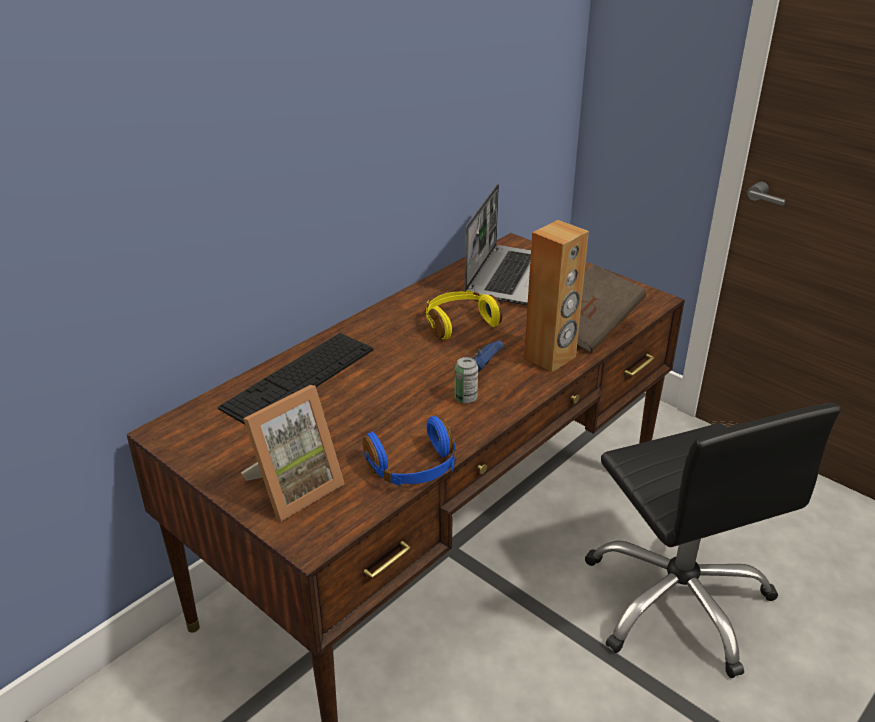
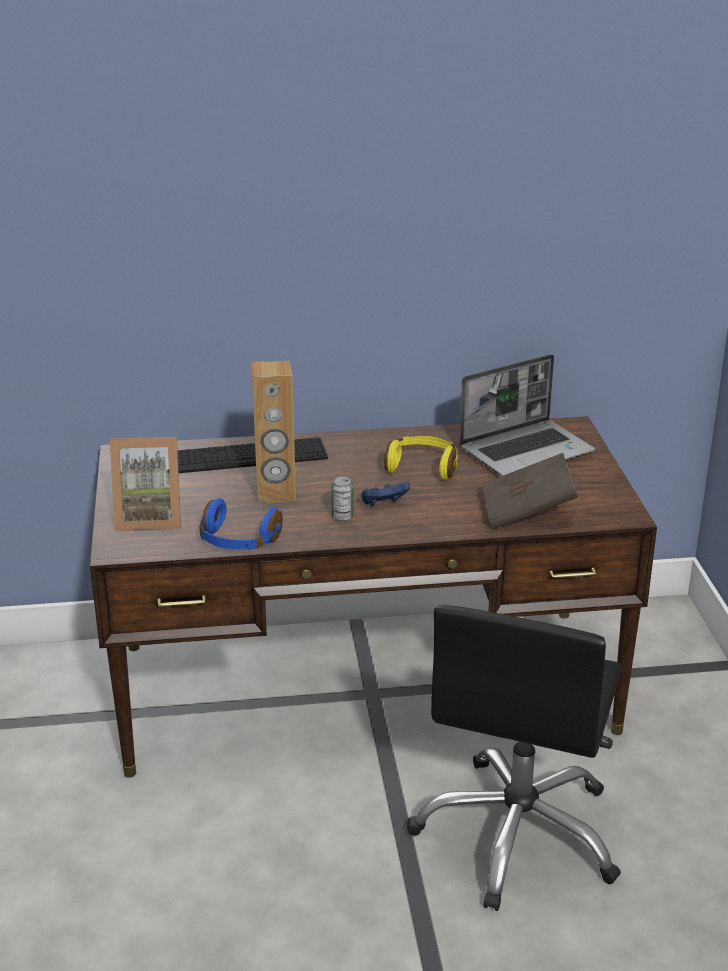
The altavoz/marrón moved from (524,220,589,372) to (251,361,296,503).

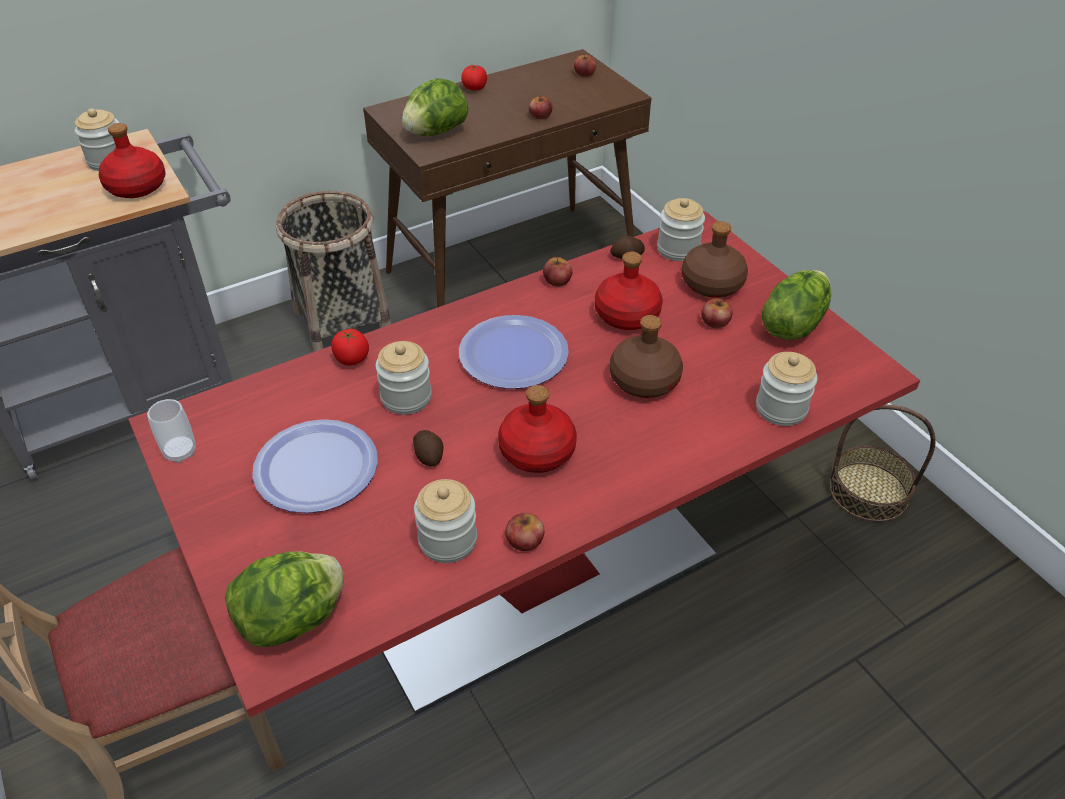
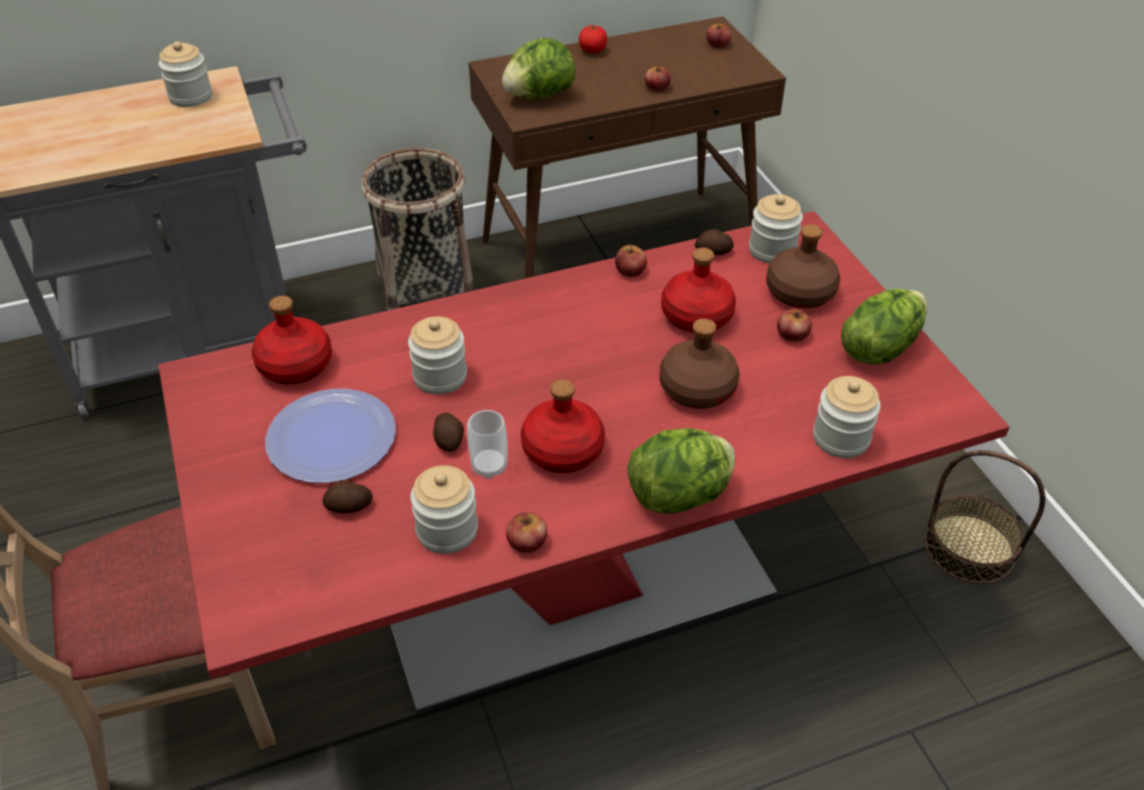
The botella/rojo moved from (99,123,166,198) to (252,296,332,384). The taza moved from (147,399,196,463) to (467,410,508,479). The lechuga moved from (225,551,344,647) to (627,428,735,514). The tomate at (331,329,369,366) disappeared. The plato at (459,315,569,389) disappeared. The patata at (322,481,373,514) appeared.

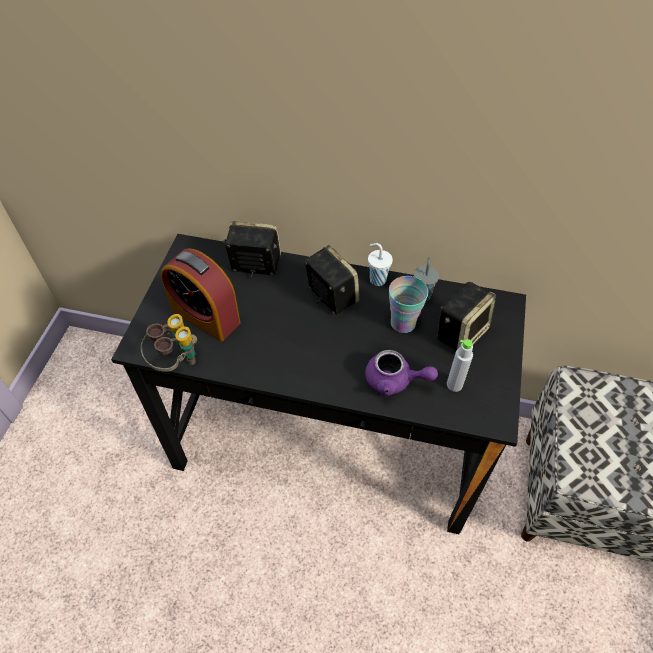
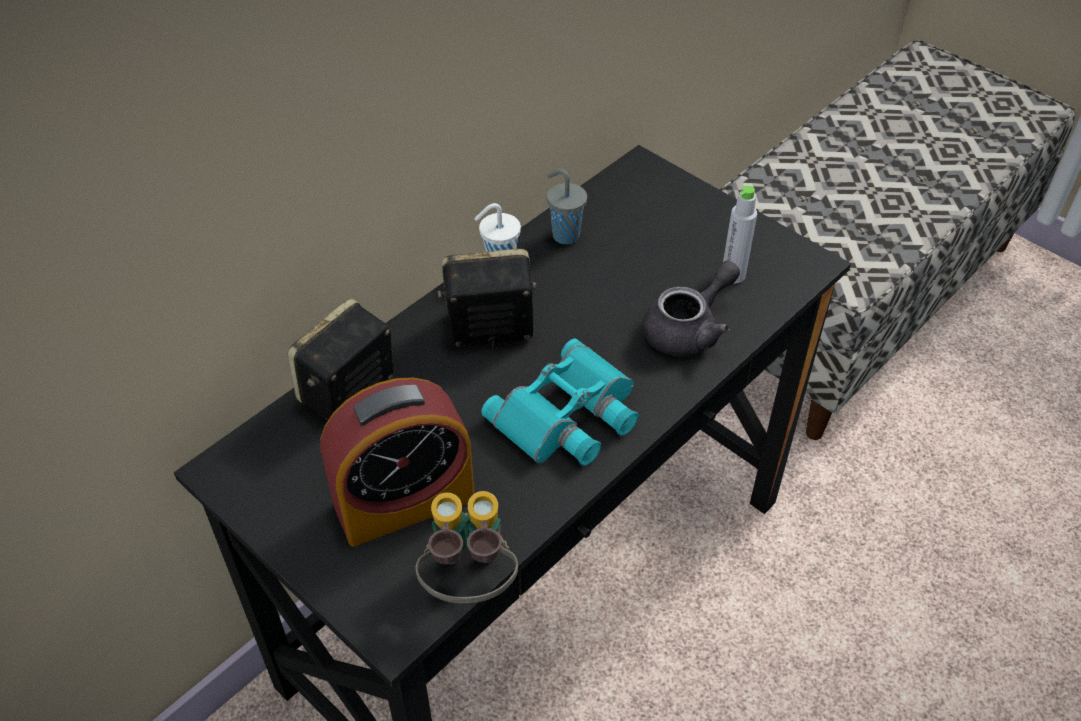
The tetera/morado at (365,350,438,396) became the tetera/gris at (643,261,740,356). The taza at (389,276,428,333) disappeared. The altavoz at (437,282,496,351) disappeared. The prismáticos/turquesa at (481,338,639,466) appeared.

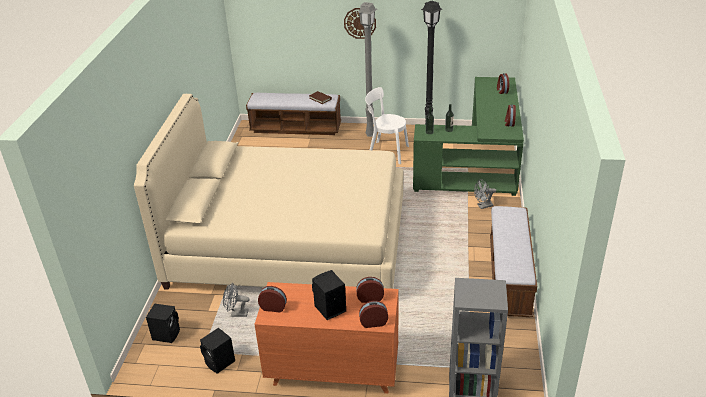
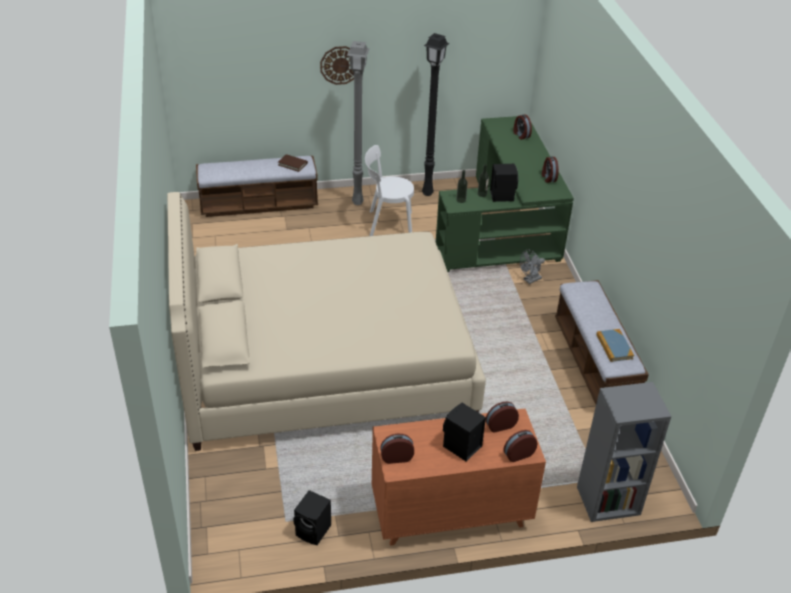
The altavoz/negro moved from (146,303,180,343) to (490,164,518,202). The ventilador/gris at (223,284,249,317) disappeared. The libro at (596,329,634,362) appeared.

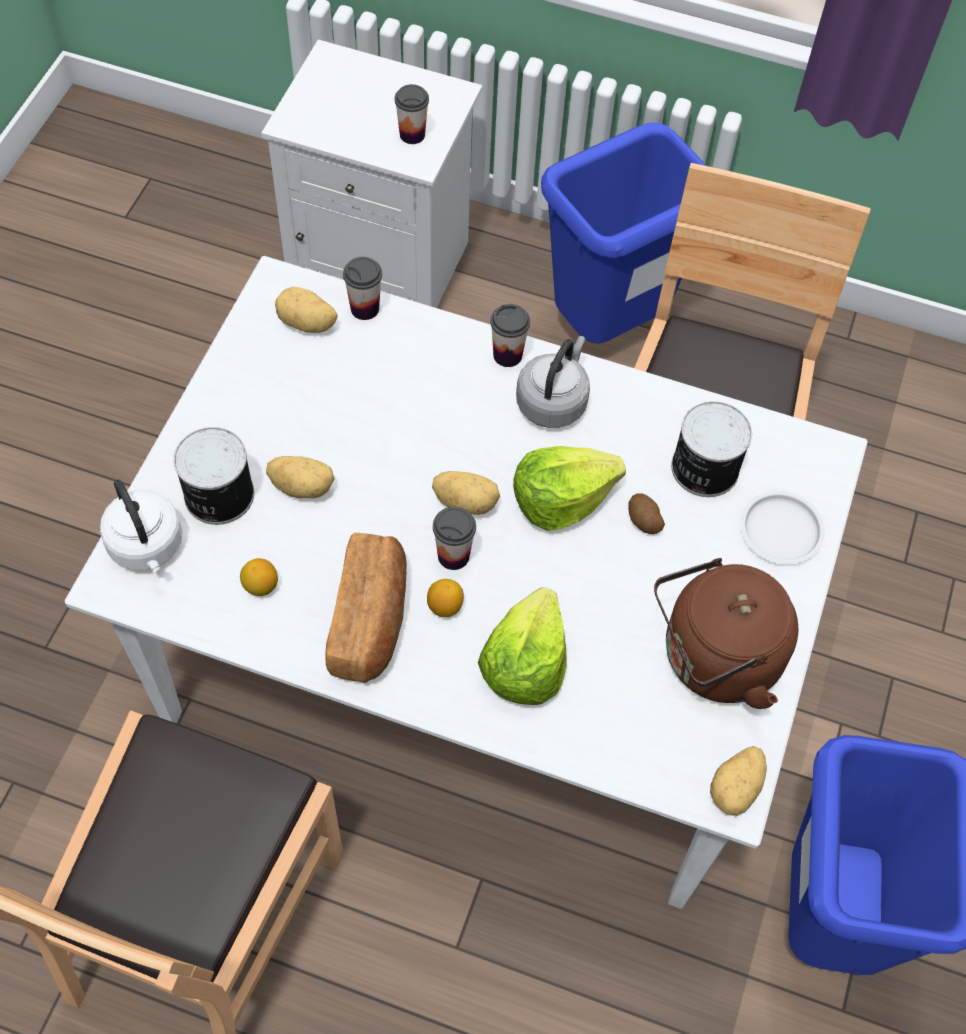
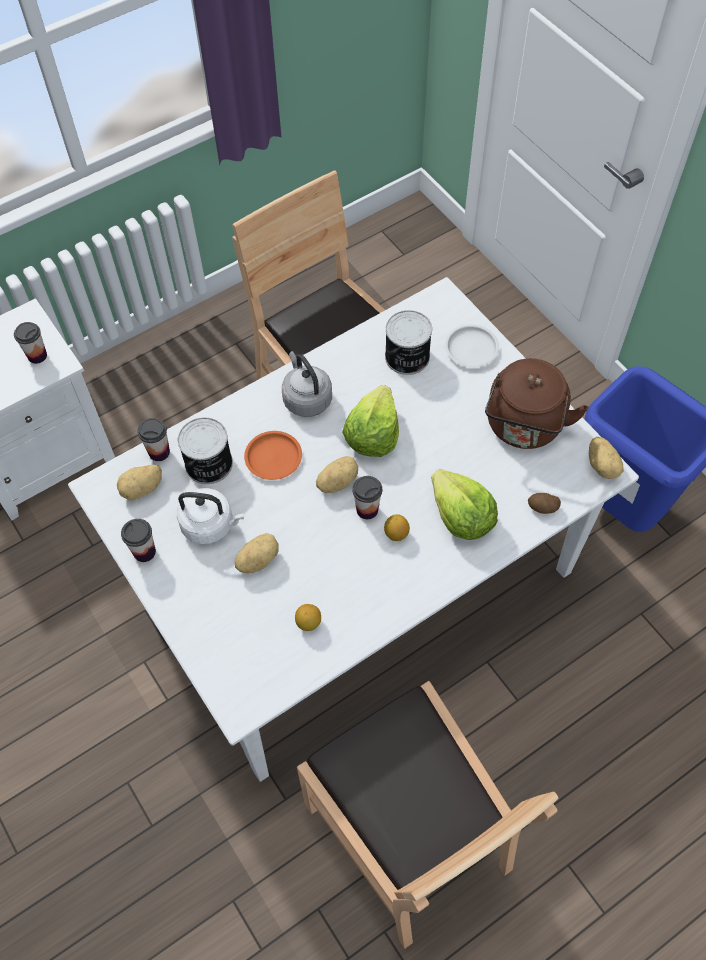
The hervidor/blanco moved from (100,479,182,572) to (177,488,244,544). The lata moved from (173,427,254,525) to (178,417,233,484). The pan at (326,533,407,683) disappeared. The taza moved from (490,304,530,367) to (121,519,156,562). The papelera/azul at (541,122,706,344) disappeared. The patata moved from (628,493,665,534) to (528,493,561,514). The plato/naranja at (244,431,302,480) appeared.

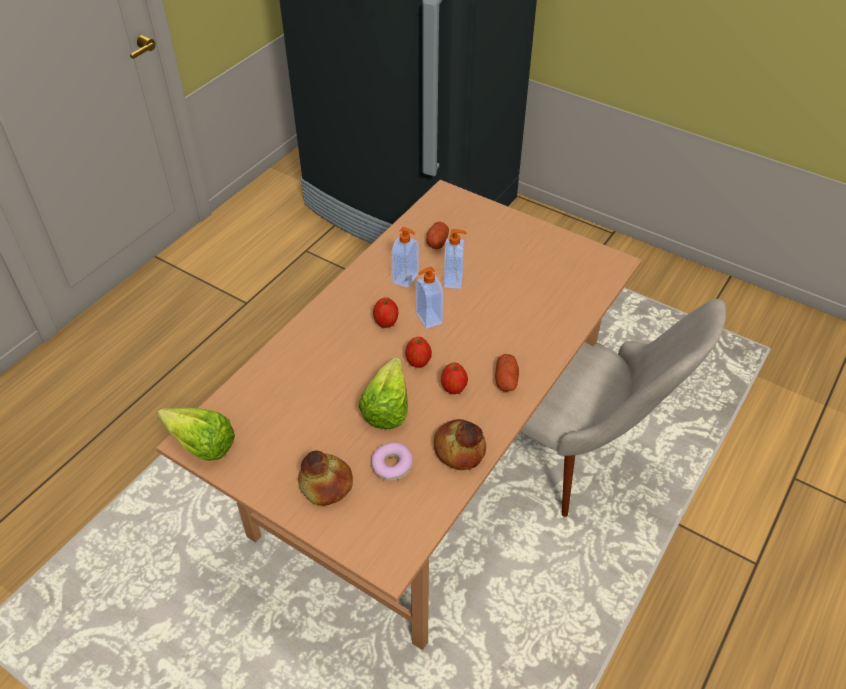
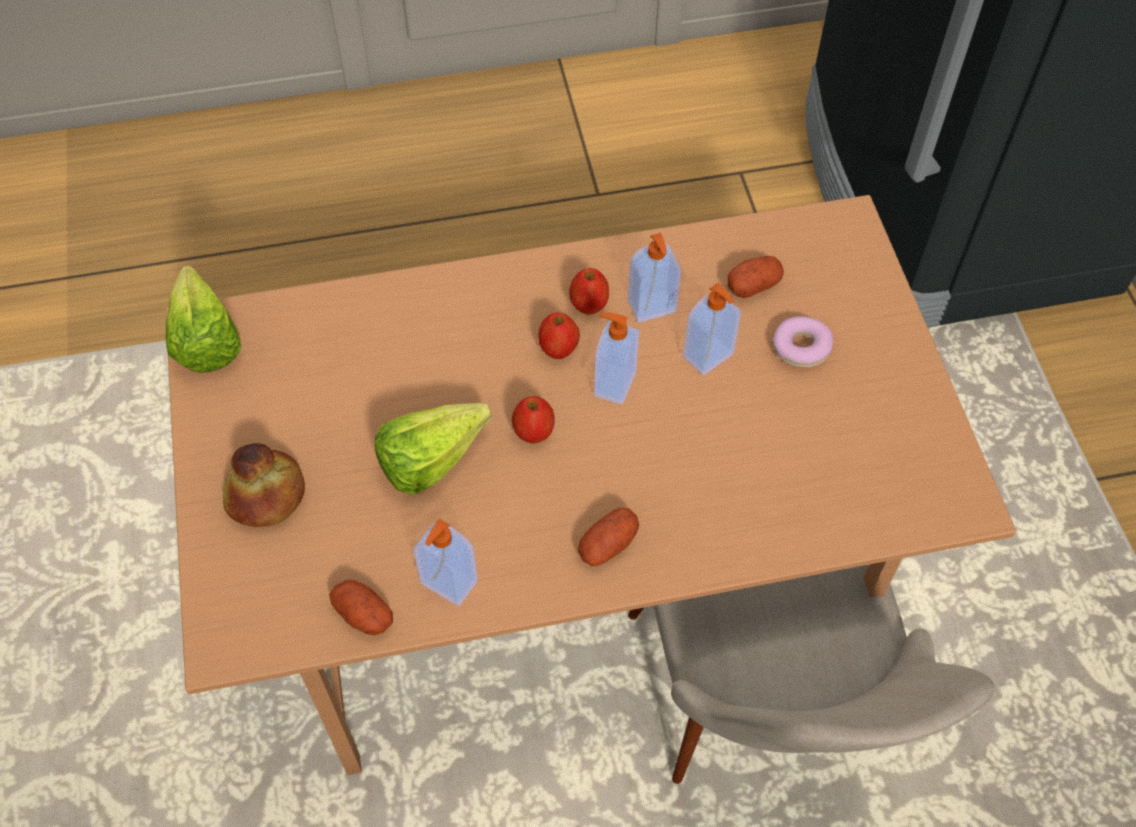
The rosquilla moved from (371,442,413,481) to (773,316,833,368). The pan at (434,419,486,470) was replaced by the dispensador de jabón at (413,519,478,606). The manzana moved from (441,363,468,394) to (569,268,609,315). The patata at (329,580,393,635) appeared.

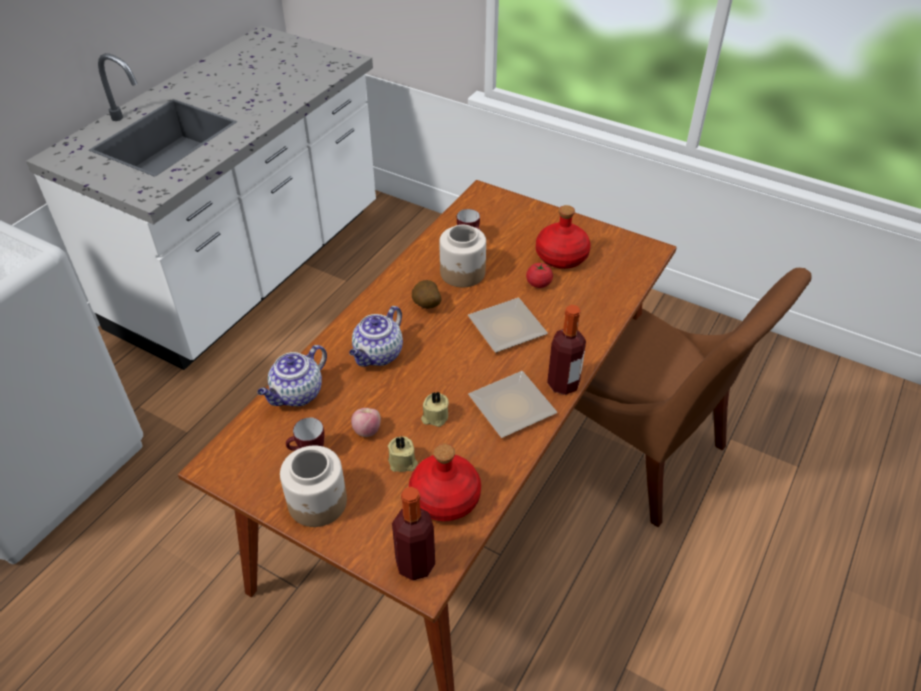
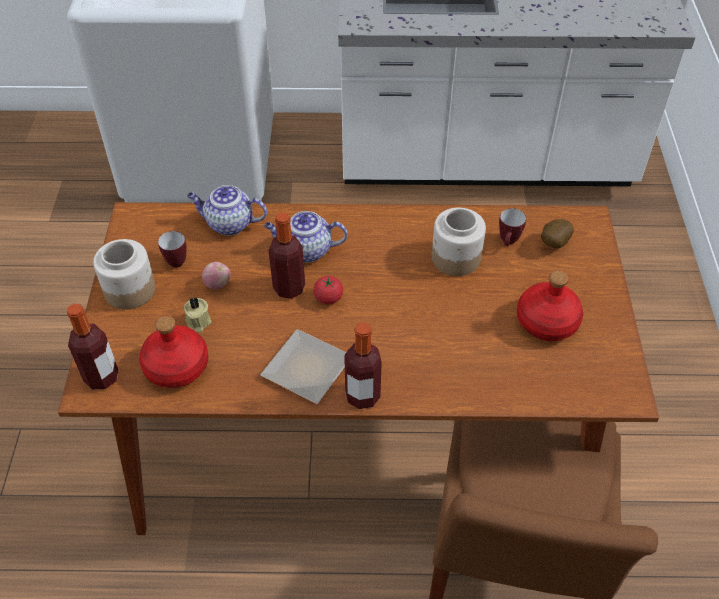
The patata moved from (412,280,442,309) to (541,219,574,248). The vela/beis at (421,391,449,427) disappeared. The plato at (468,298,548,353) disappeared. The tomate moved from (526,263,553,288) to (313,276,343,304). The botella at (268,212,305,299) appeared.

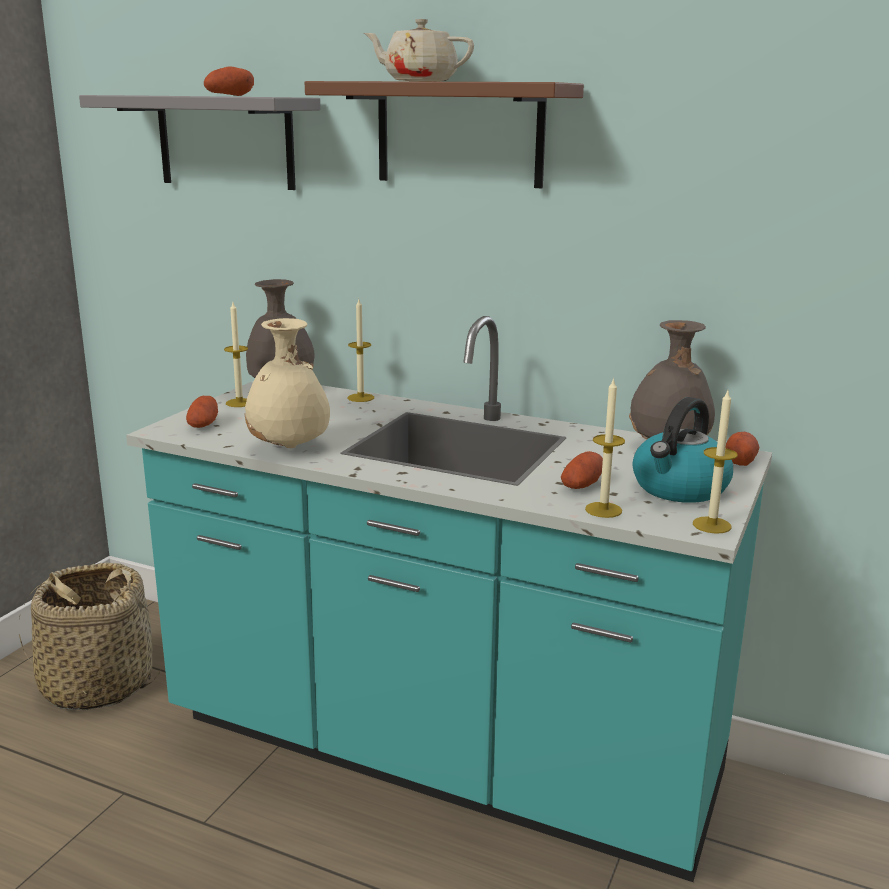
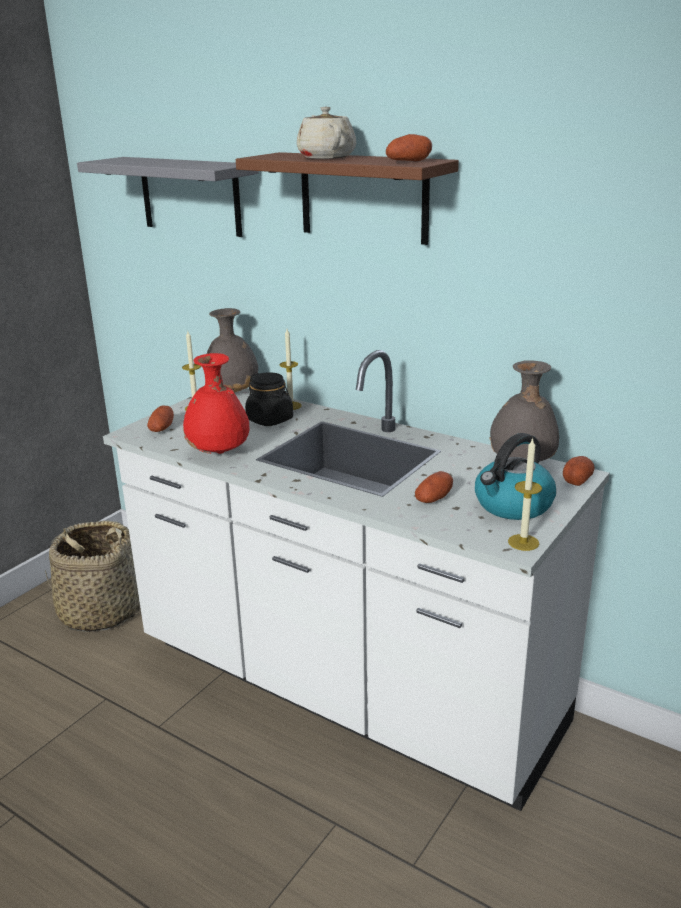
The mueble bajo de cocina/turquesa at (126,316,772,882) became the mueble bajo de cocina/blanco at (103,350,610,811). The patata moved from (204,66,254,96) to (386,134,432,162). The florero/beis at (244,318,330,448) became the florero/rojo at (183,353,249,454). The tetera/beis at (364,19,474,81) turned 45 degrees clockwise. The vela at (585,377,625,518) disappeared. The tarro/negro at (245,372,293,426) appeared.

